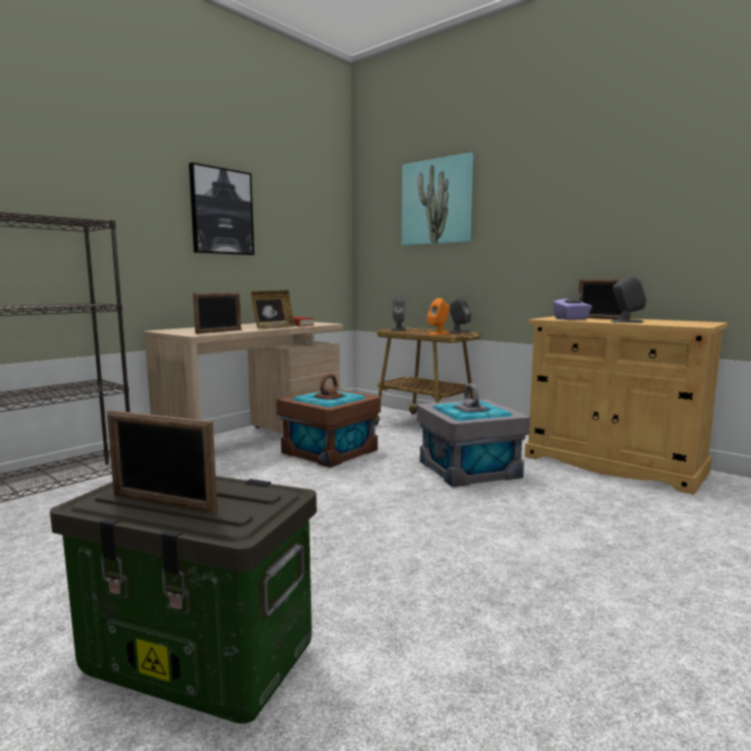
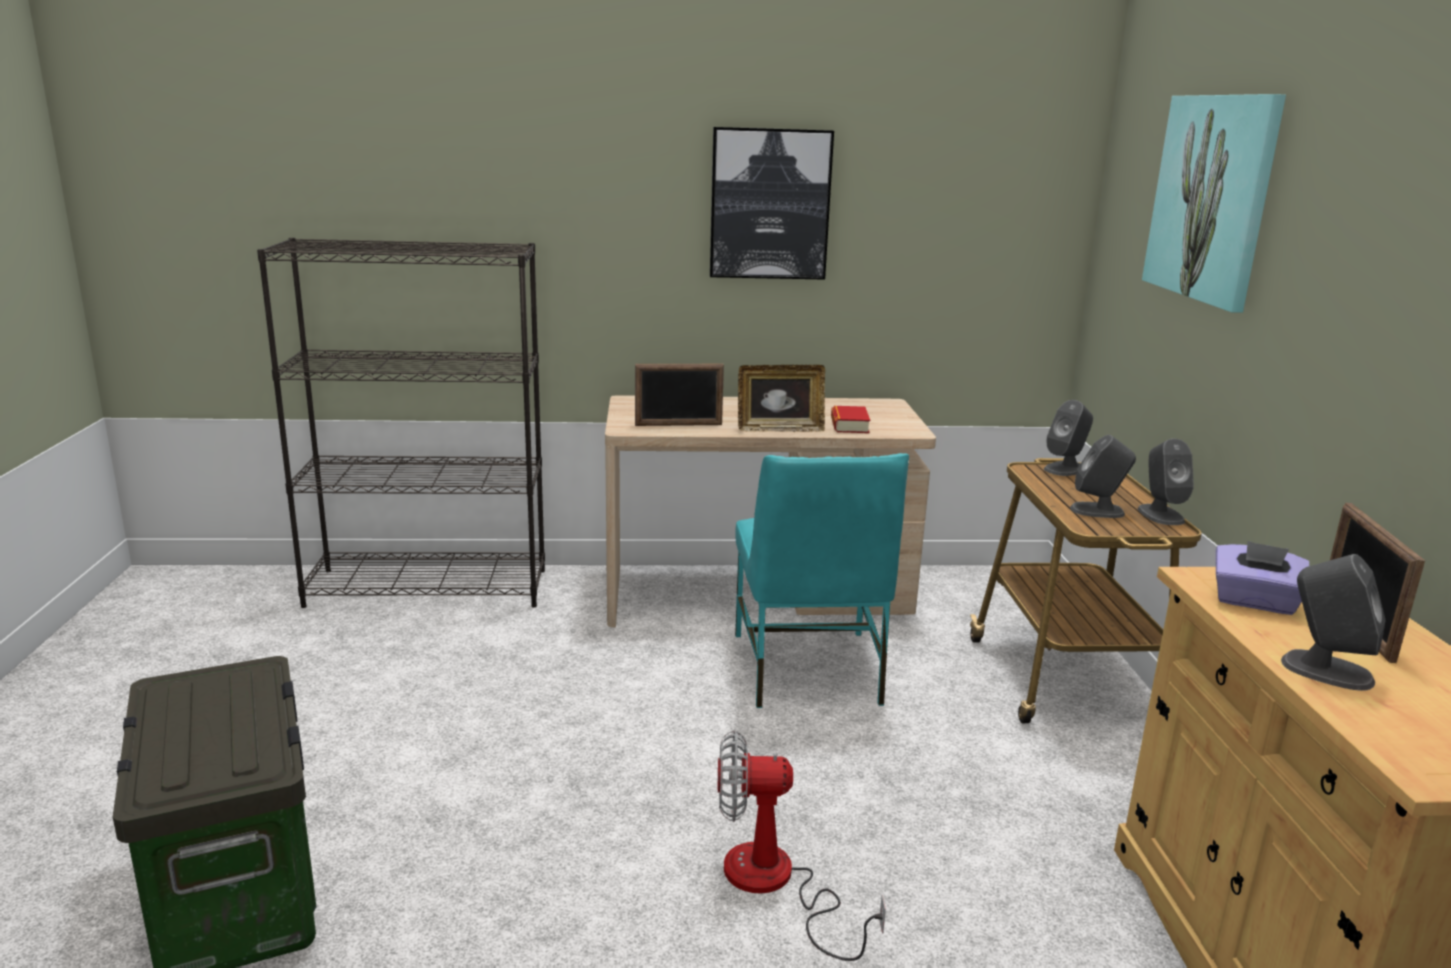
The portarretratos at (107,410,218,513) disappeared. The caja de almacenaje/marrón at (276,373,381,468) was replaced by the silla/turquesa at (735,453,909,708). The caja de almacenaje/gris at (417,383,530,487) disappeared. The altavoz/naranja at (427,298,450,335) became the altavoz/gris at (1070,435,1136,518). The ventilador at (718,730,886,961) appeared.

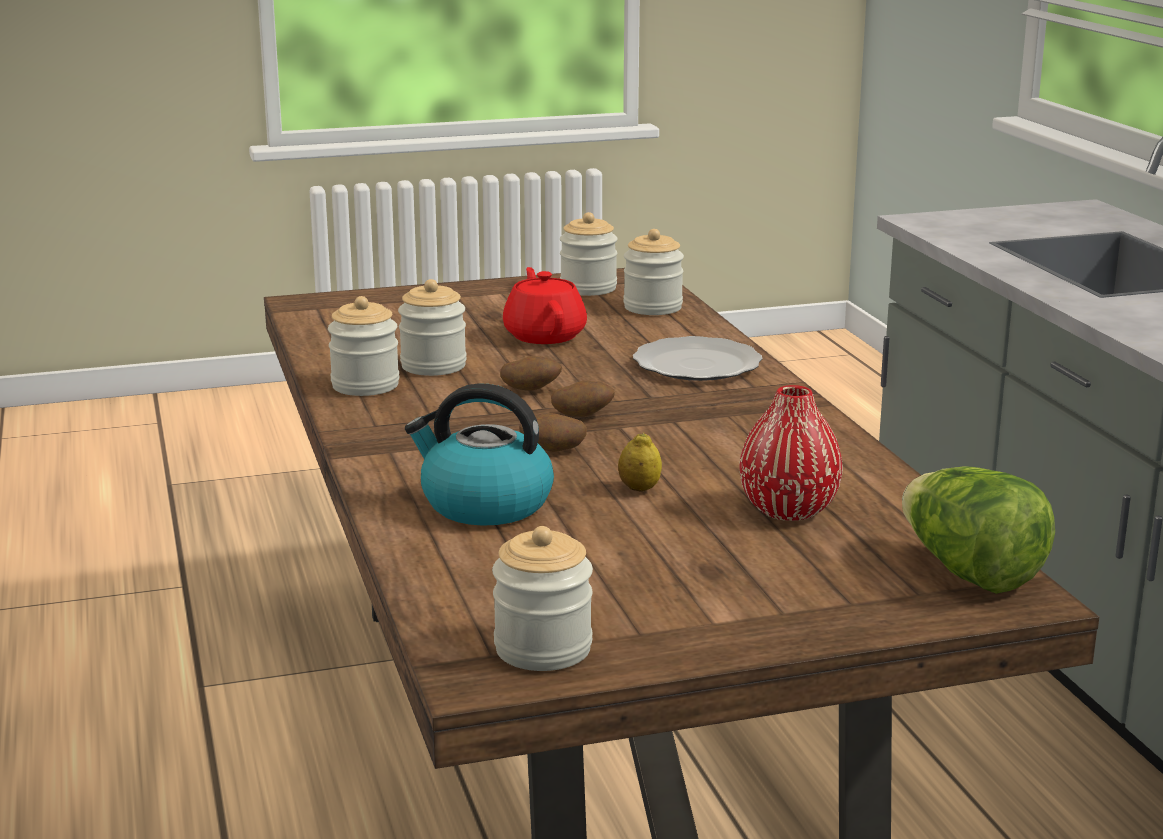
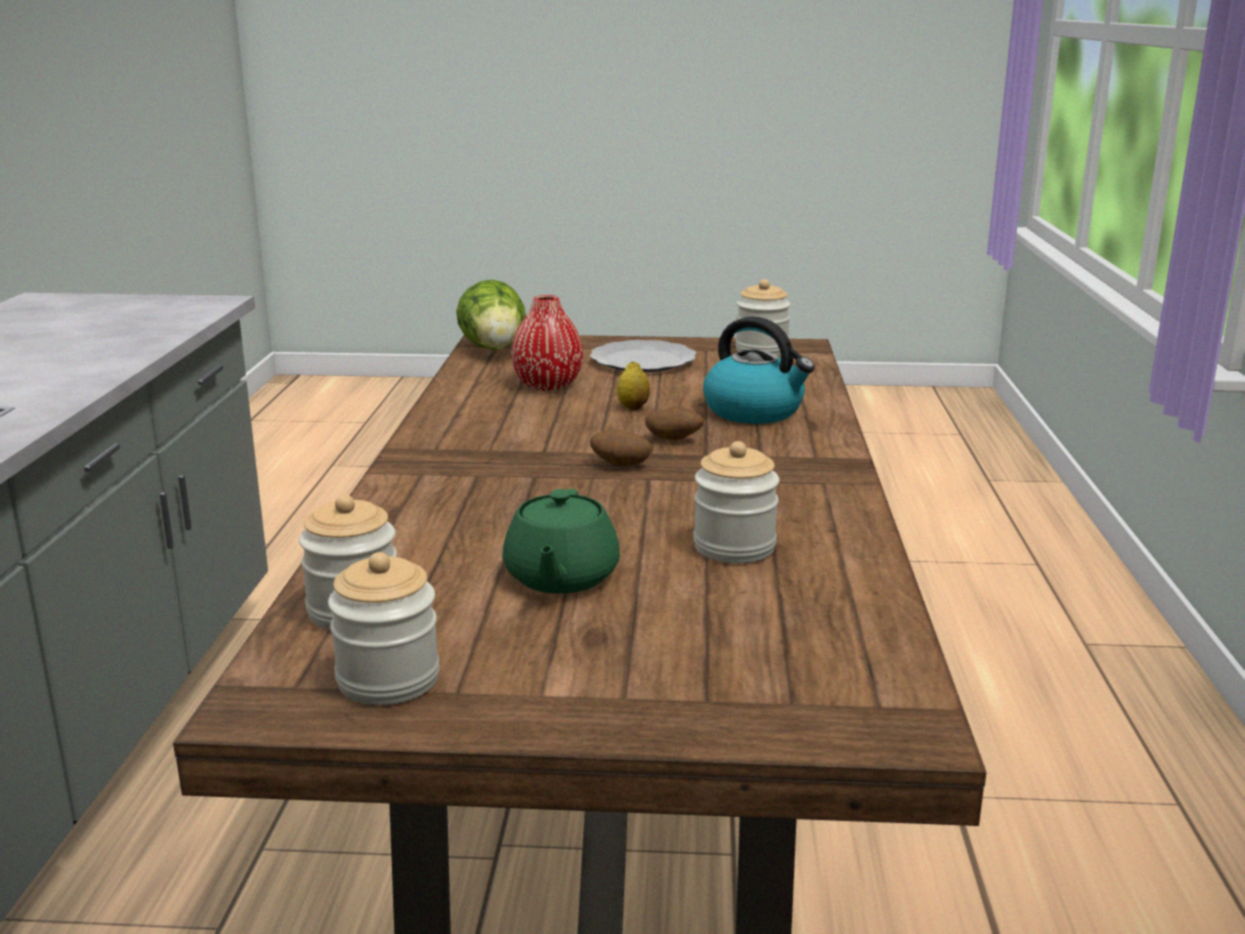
The tarro at (328,296,399,396) disappeared. The patata at (500,356,562,391) disappeared. The tetera/rojo at (503,267,587,344) became the tetera/verde at (502,489,620,594). The plato moved from (633,336,763,381) to (590,340,696,372).

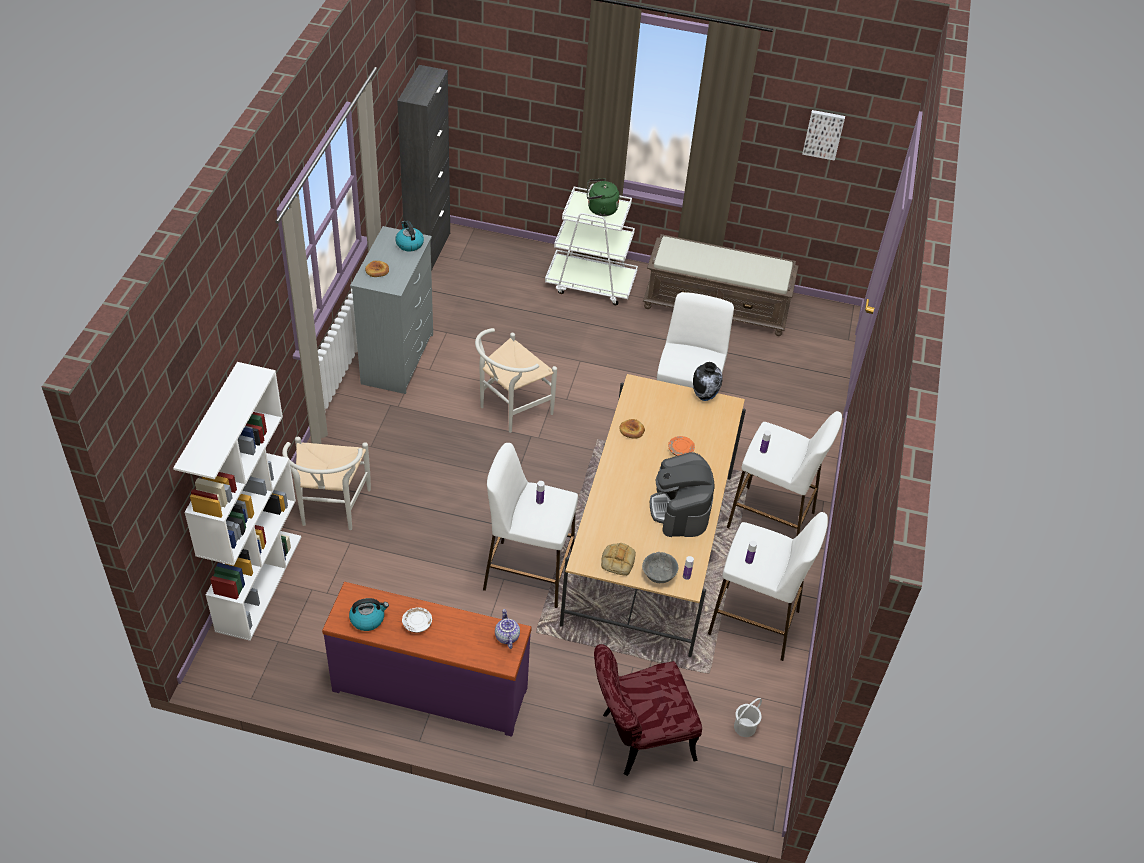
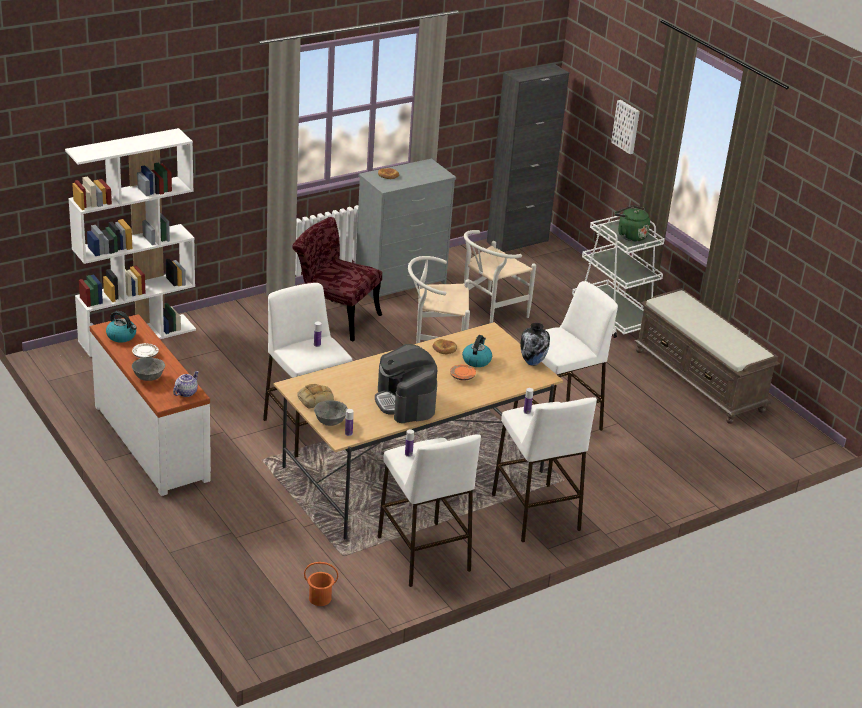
The silla/blanco moved from (282,437,371,530) to (464,230,536,323). The cómoda/morado at (322,582,532,737) became the cómoda/blanco at (90,314,211,496). The hervidor moved from (395,221,424,251) to (462,335,492,367). The silla/rojo moved from (594,644,702,776) to (292,217,382,342). The cafetera at (650,452,714,537) turned 60 degrees counterclockwise. The cubo/blanco at (734,698,762,737) became the cubo/naranja at (304,562,338,606). The cuadro moved from (802,110,845,161) to (611,100,640,154). The cuenco/gris at (132,357,165,381) appeared.

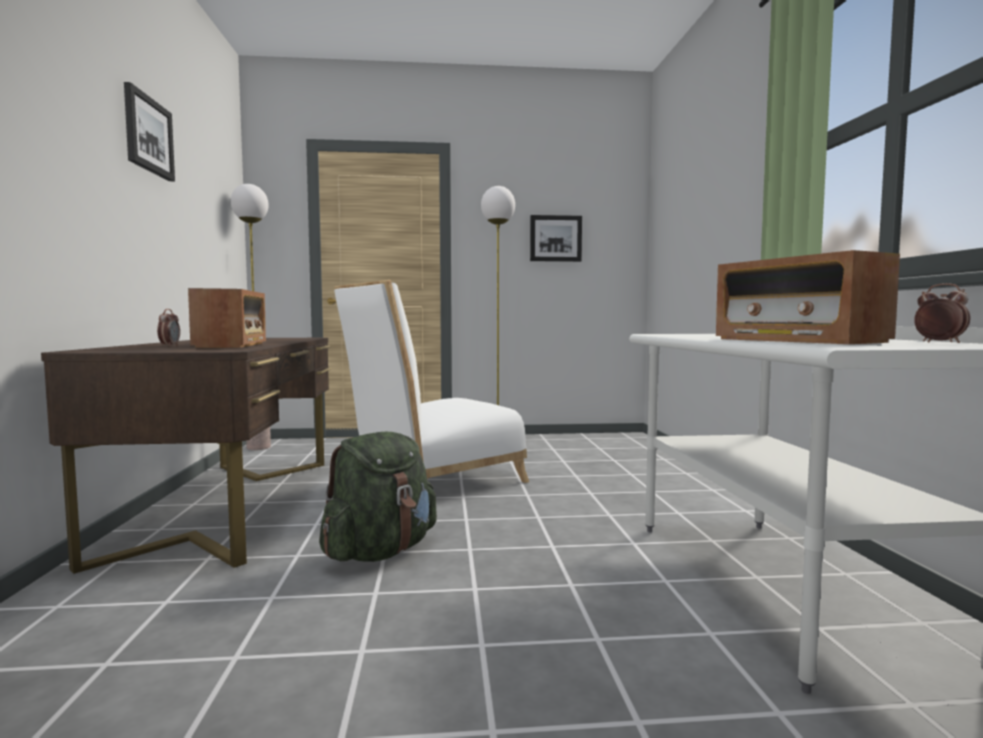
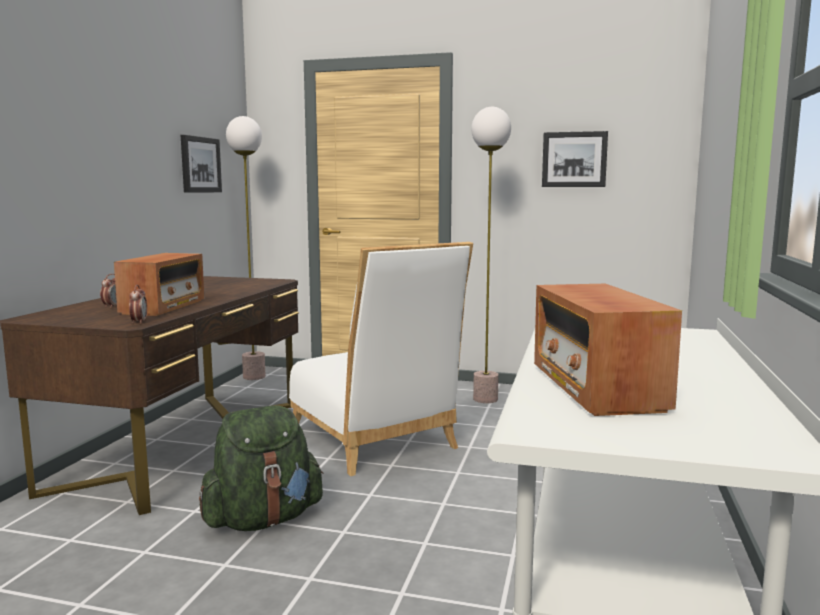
The cuadro moved from (124,82,175,181) to (181,135,222,193). The silla/blanco at (334,280,529,483) turned 105 degrees counterclockwise. The despertador moved from (914,283,970,343) to (129,285,147,324).

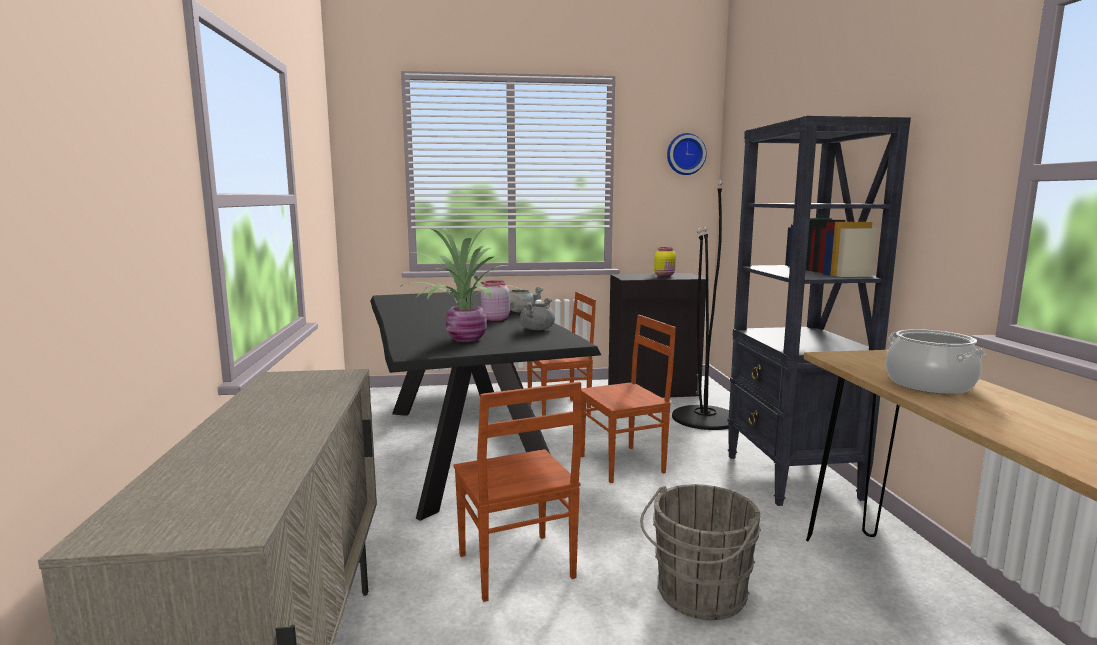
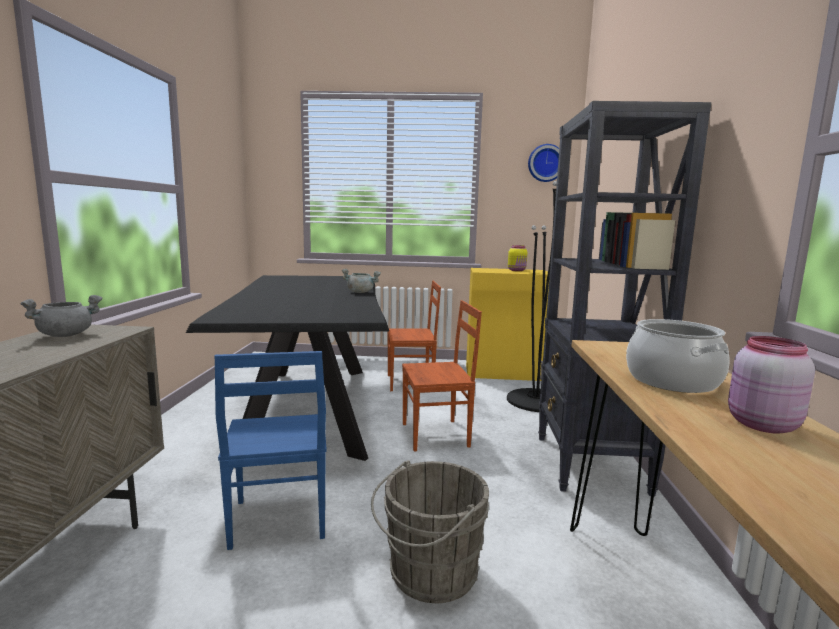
The planta en maceta at (400,227,520,342) disappeared. The silla/marrón at (454,382,582,602) became the silla/azul at (214,351,327,550). The tarro/rosa moved from (481,280,510,321) to (728,336,815,434). The olla/gris moved from (519,298,555,330) to (20,295,103,337). The armario/negro at (608,273,706,398) became the armario/amarillo at (466,268,549,381).

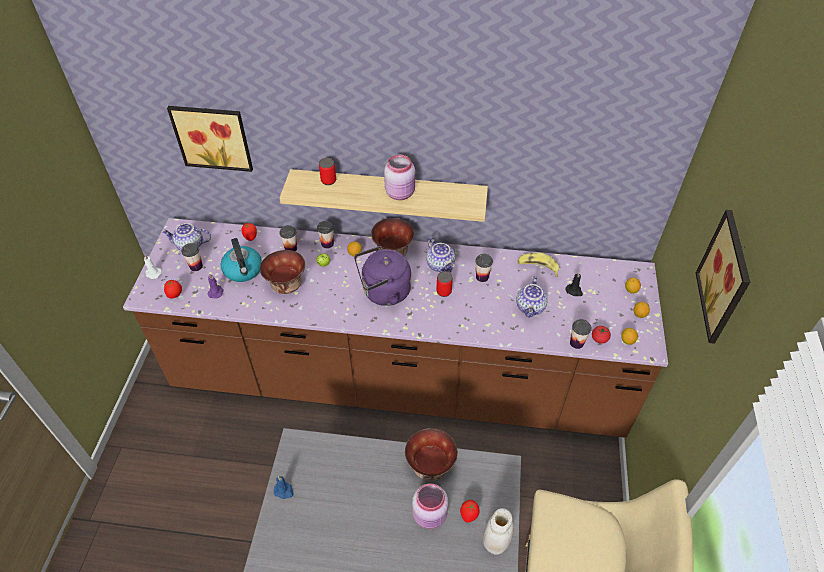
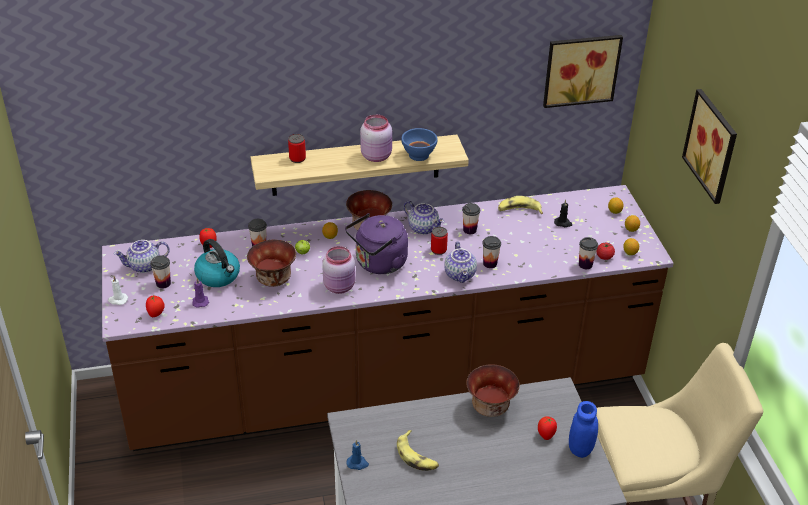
The cuadro moved from (167,106,253,172) to (543,35,623,108). The taza moved from (317,221,334,249) to (482,236,501,268). The tarro/rosa moved from (412,484,448,529) to (322,246,355,294). The tarro/blanco at (483,508,514,555) became the tarro/azul at (569,401,598,458). The tetera moved from (516,276,548,318) to (444,242,477,283). The plátano at (397,430,439,471) appeared. The cuenco/azul at (401,128,437,161) appeared.

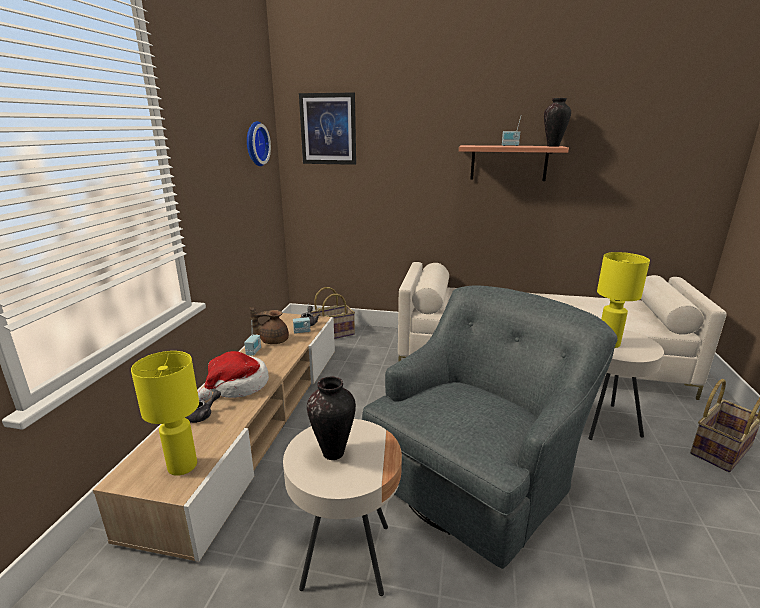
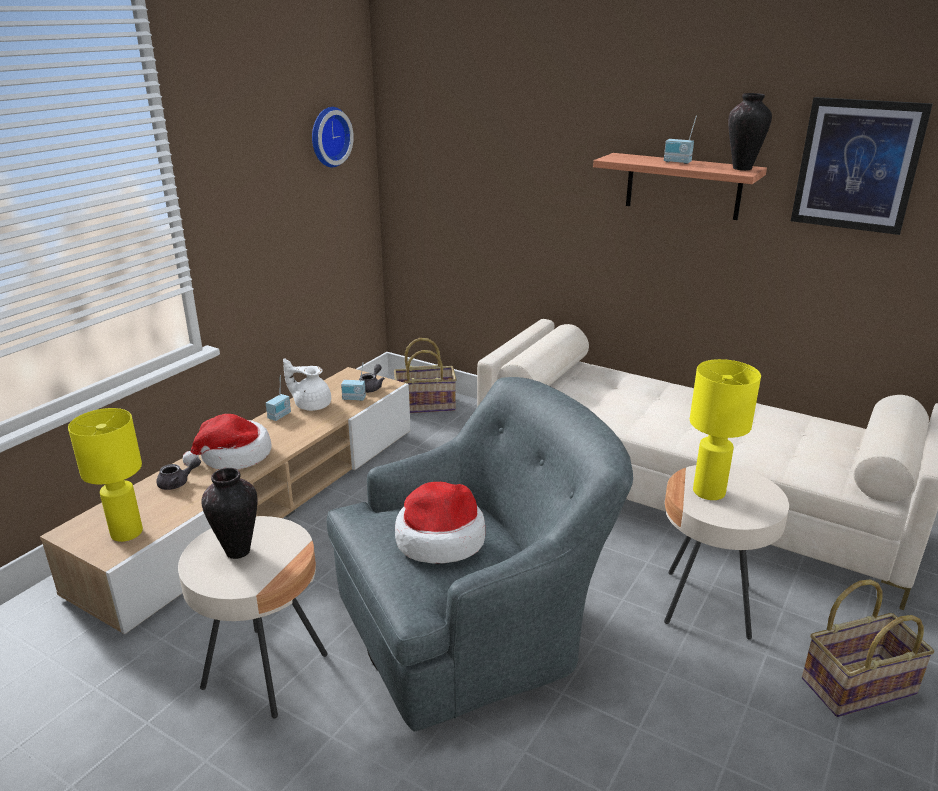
The tetera/marrón at (250,307,289,344) became the tetera/blanco at (283,358,331,411). The cuadro moved from (299,92,356,165) to (791,97,933,235). The sombrero at (395,482,485,563) appeared.

